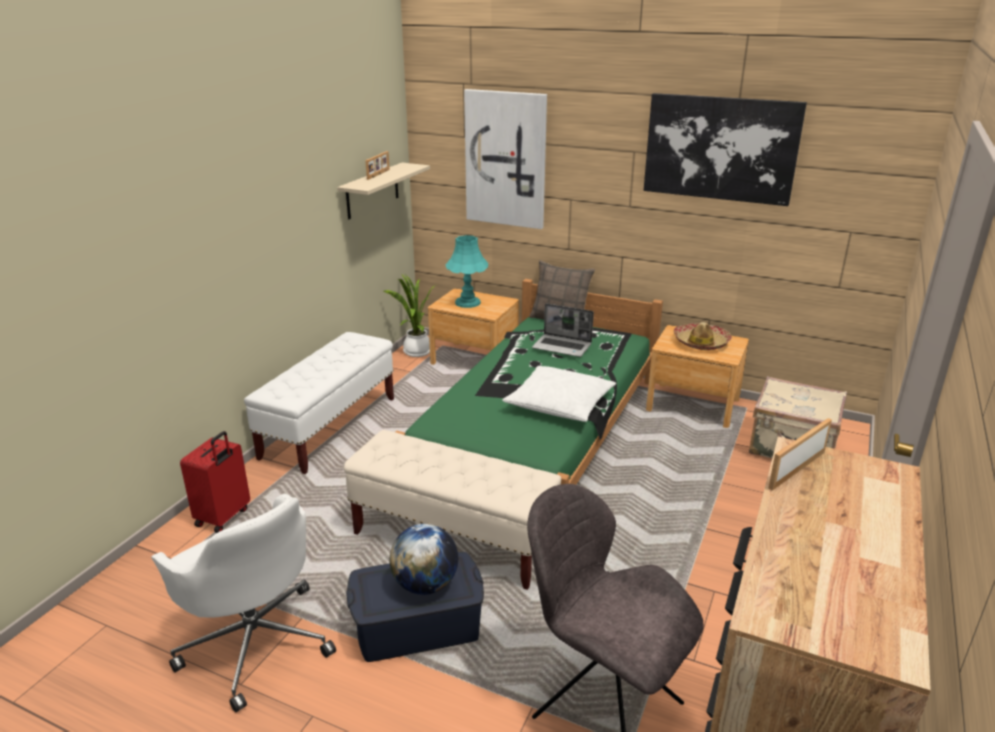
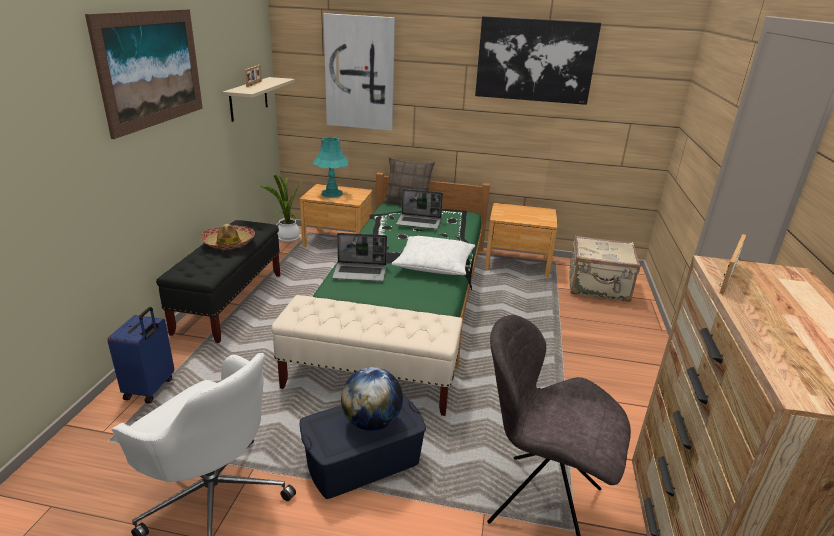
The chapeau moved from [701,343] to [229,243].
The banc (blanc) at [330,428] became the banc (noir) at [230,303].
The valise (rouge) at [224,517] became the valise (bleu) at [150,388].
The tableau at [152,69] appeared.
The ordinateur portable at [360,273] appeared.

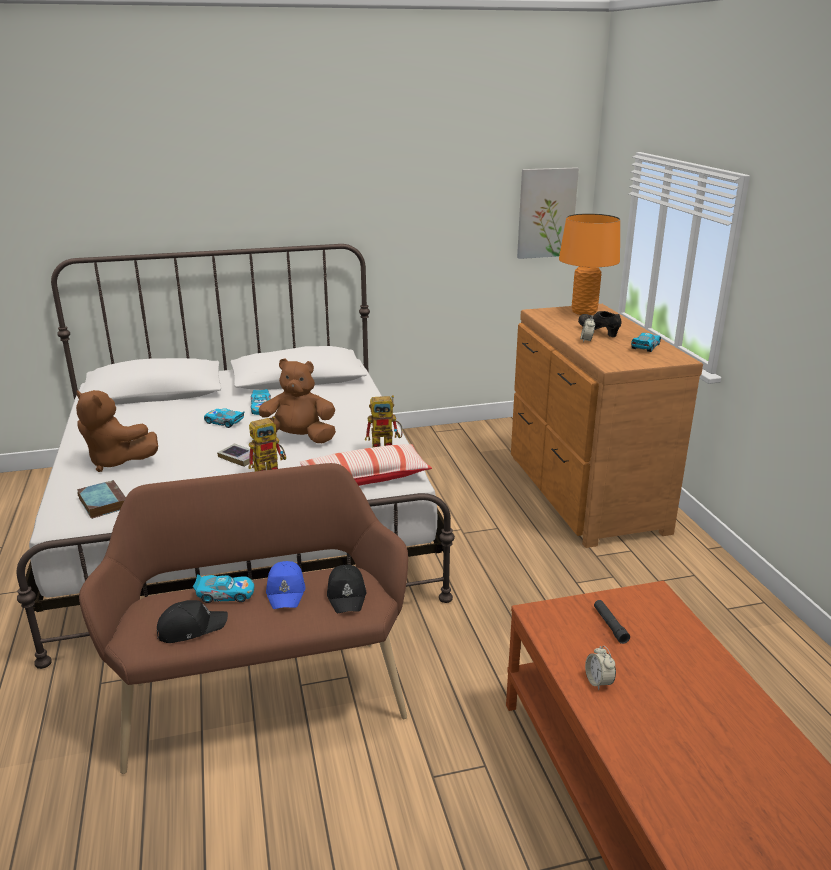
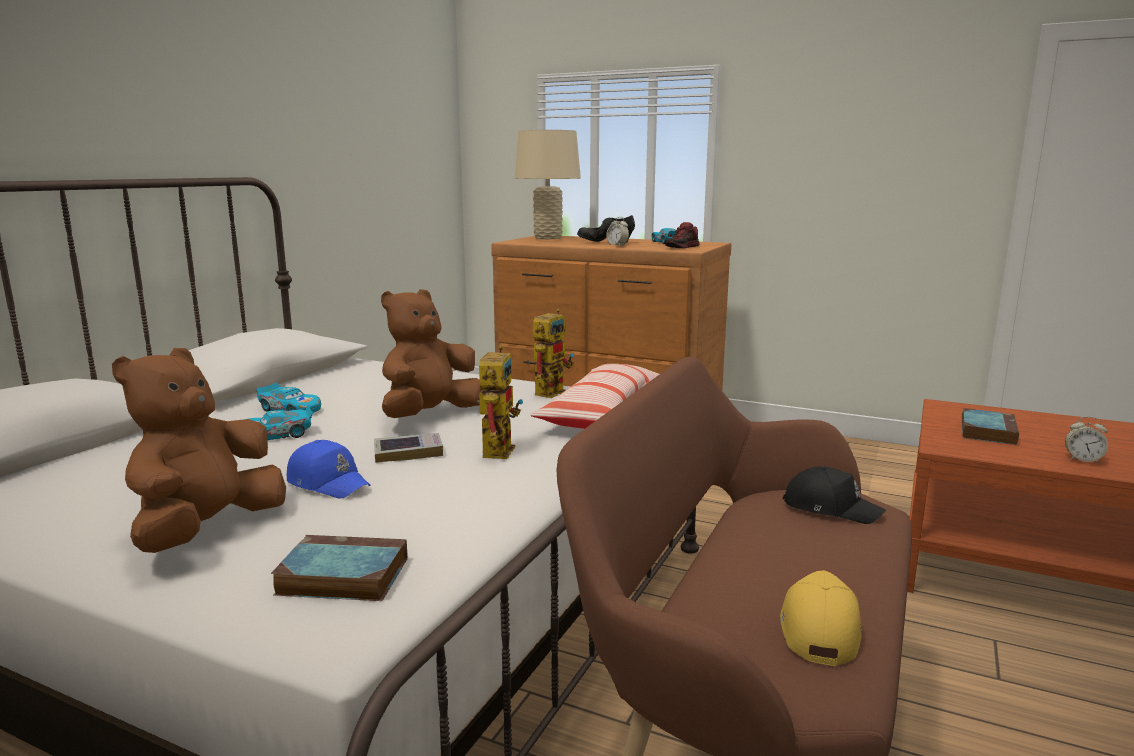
The tableau at [546,213] disappeared.
The lampe de table (orange) at [584,312] became the lampe de table (beige) at [548,238].
The peluche (marron) at [116,461] turned 135 degrees clockwise.
The casquette (bleu) moved from [286,591] to [328,483].
The petite voiture at [225,594] disappeared.
The casquette (noir) at [191,628] became the casquette (jaune) at [818,629].
The lampe de poche (noir) at [610,625] was replaced by the livre at [987,431].
The chaussure at [682,247] appeared.

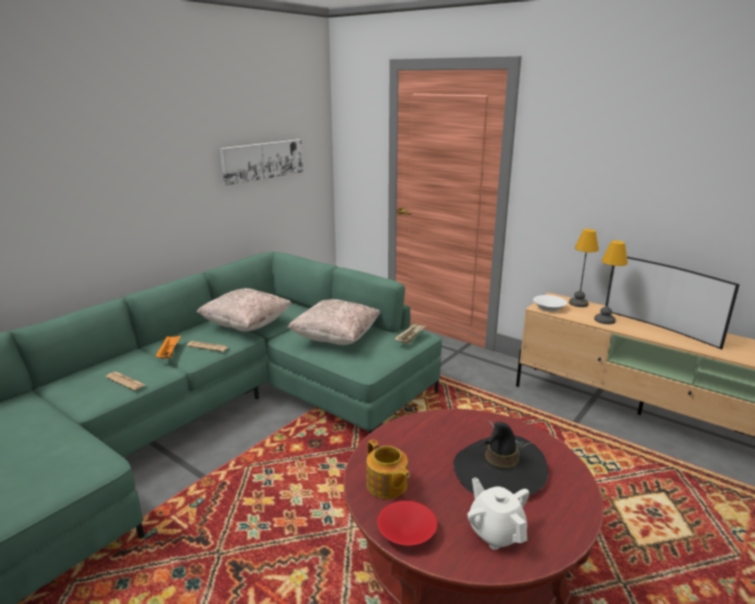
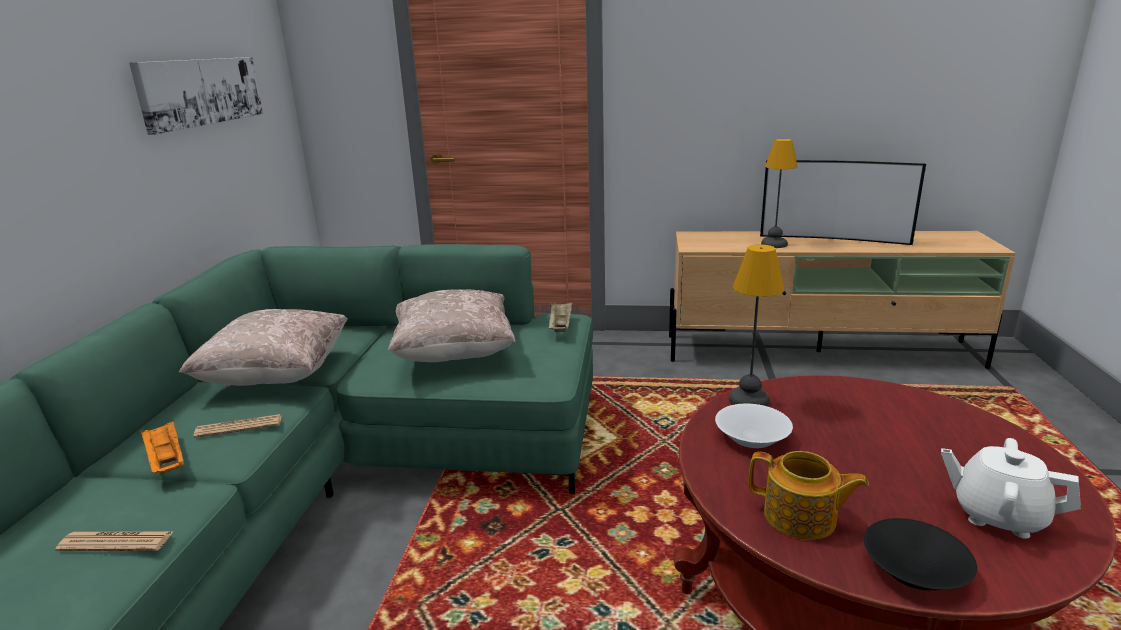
The lampe de table moved from [578,303] to [750,401].
The bol (blanc) moved from [549,307] to [752,436].
The chapeau (noir) at [499,471] disappeared.
The bol (rouge) at [407,532] became the bol (noir) at [916,569].

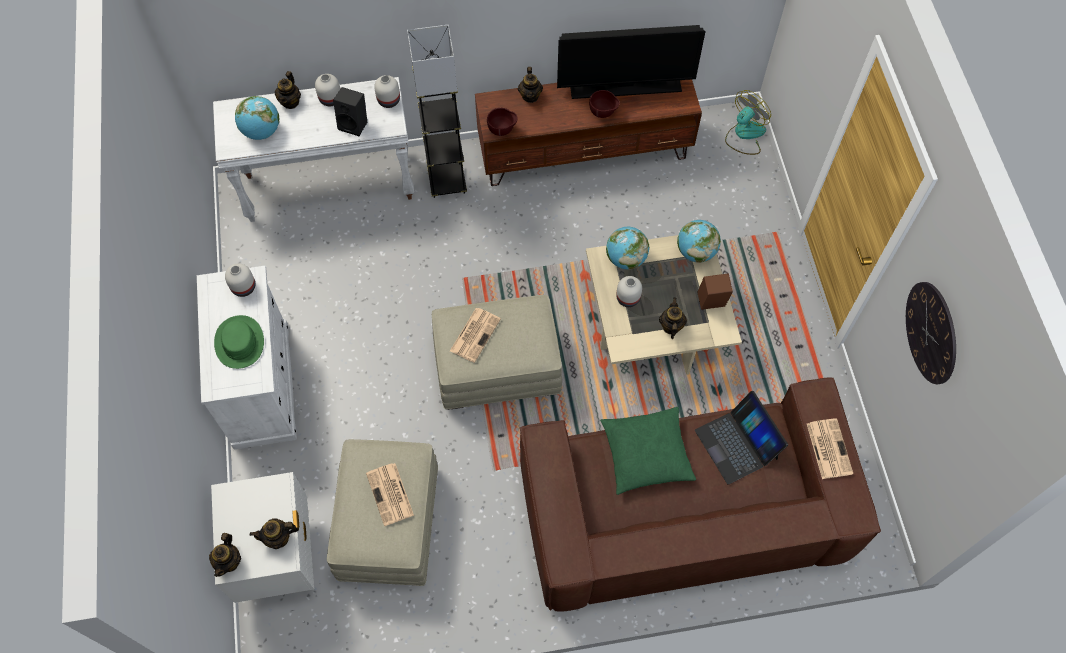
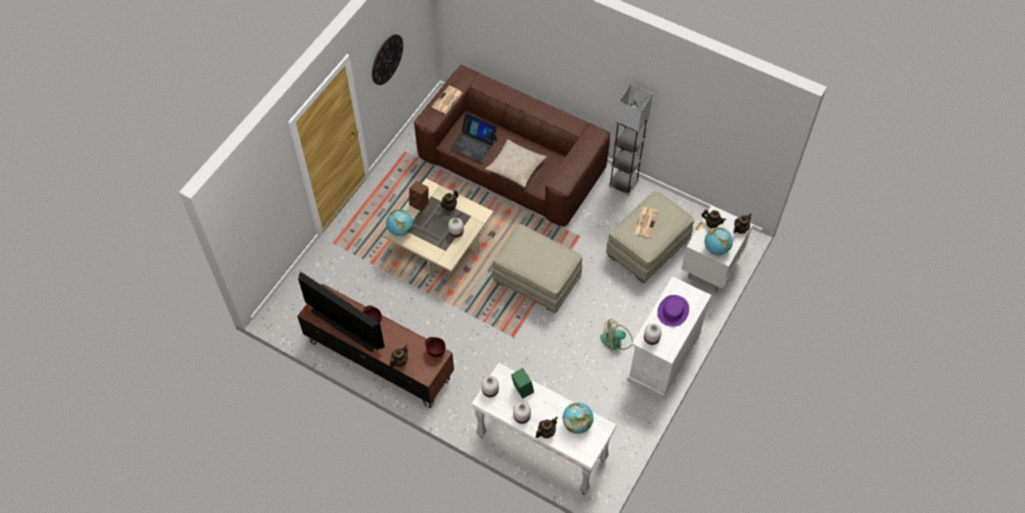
The lampadaire (gris) moved from [447,182] to [623,183].
The enceinte (noir) at [354,124] became the enceinte (vert) at [521,389].
The ventilateur moved from [744,134] to [616,341].
The globe moved from [625,258] to [716,249].
The journal at [475,334] disappeared.
The chapeau (vert) at [239,342] became the chapeau (violet) at [673,311].
The ordinateur portable at [737,444] turned 105 degrees clockwise.
The coussin (vert) at [646,454] became the coussin (beige) at [515,167].

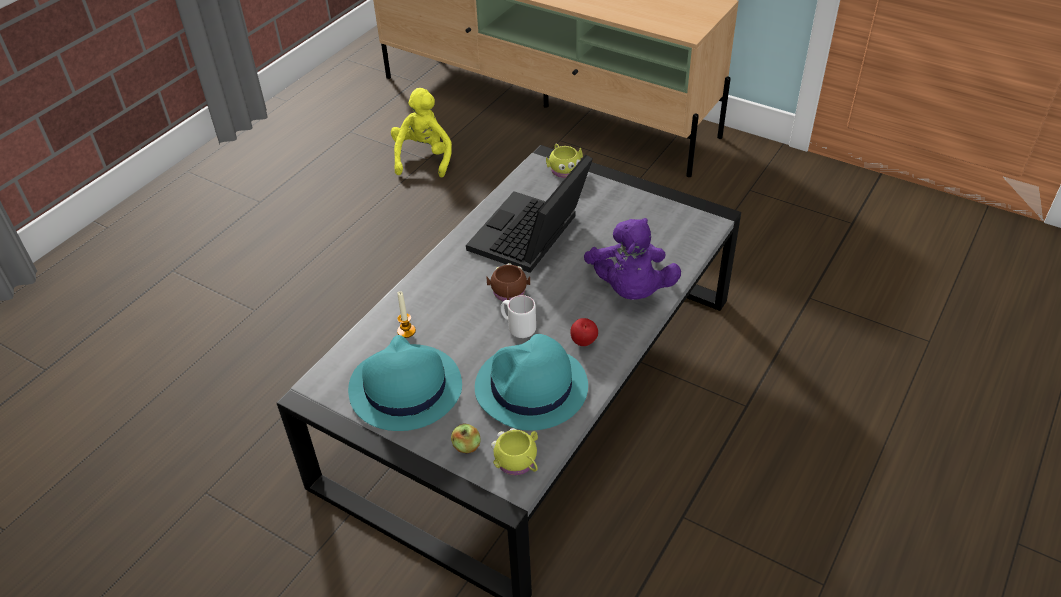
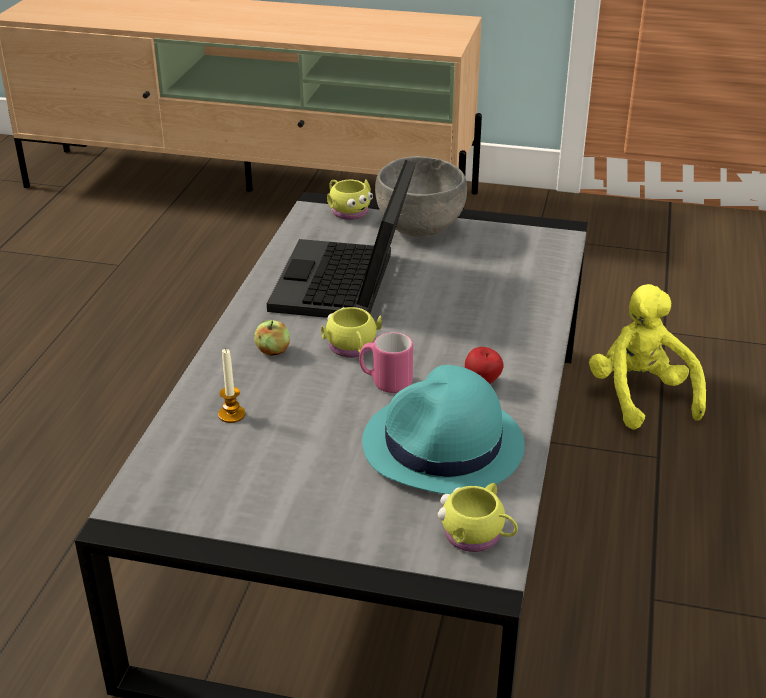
The peluche (jaune) moved from [423,158] to [640,396].
The peluche (violet) at [630,289] disappeared.
The mug (marron) at [509,294] became the mug (jaune) at [352,349].
The mug (blanc) at [518,327] became the mug (rose) at [385,382].
The chapeau (turquoise) at [404,388] disappeared.
The pomme moved from [466,446] to [272,351].
The bol (gris) at [419,229] appeared.

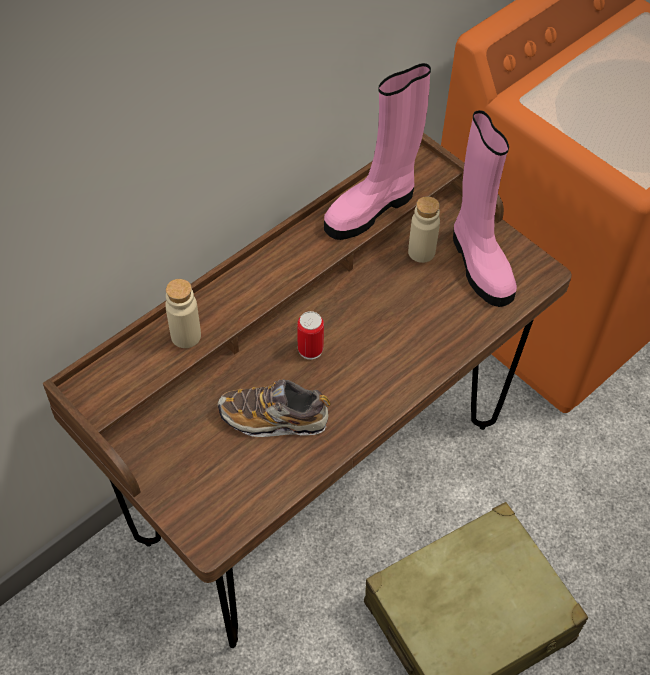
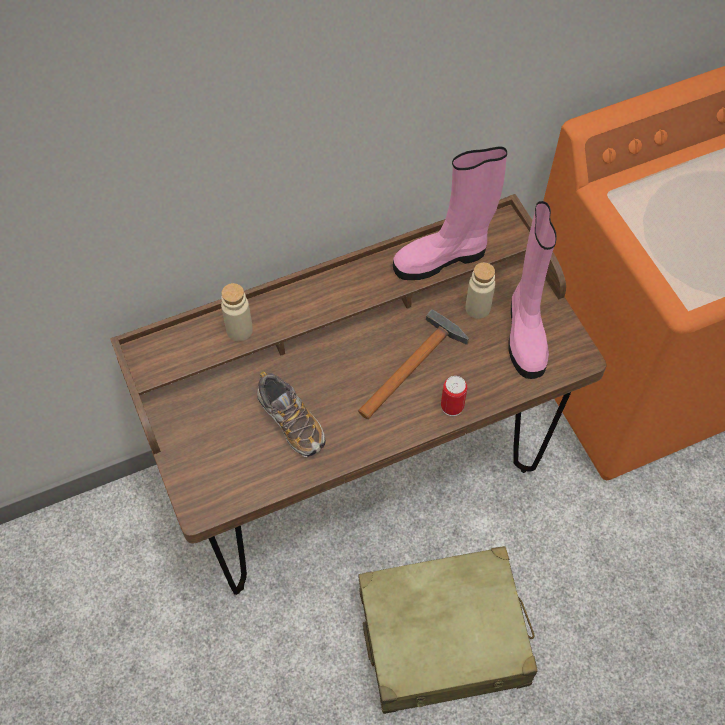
The boîte métallique moved from [310,349] to [452,406].
The chaussure at [274,418] turned 150 degrees counterclockwise.
The marteau at [413,365] appeared.

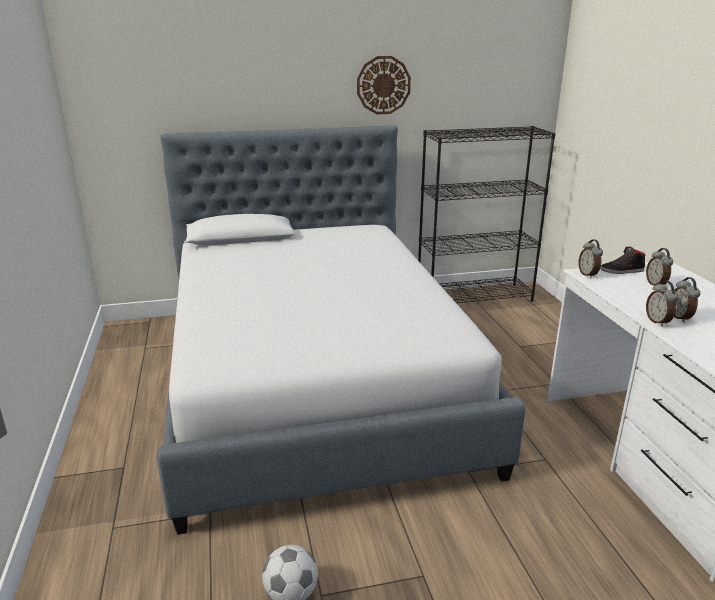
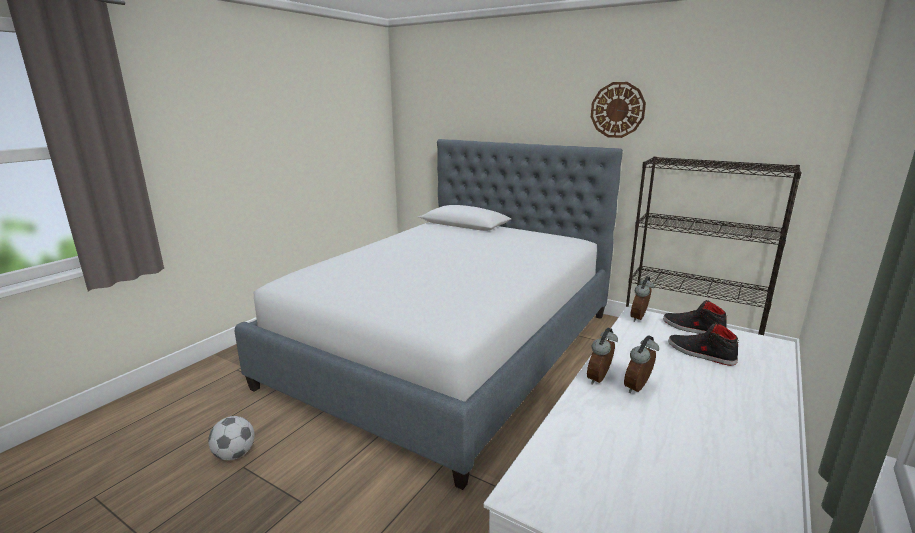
The réveil at [656,284] was replaced by the chaussure (noir) at [700,353].

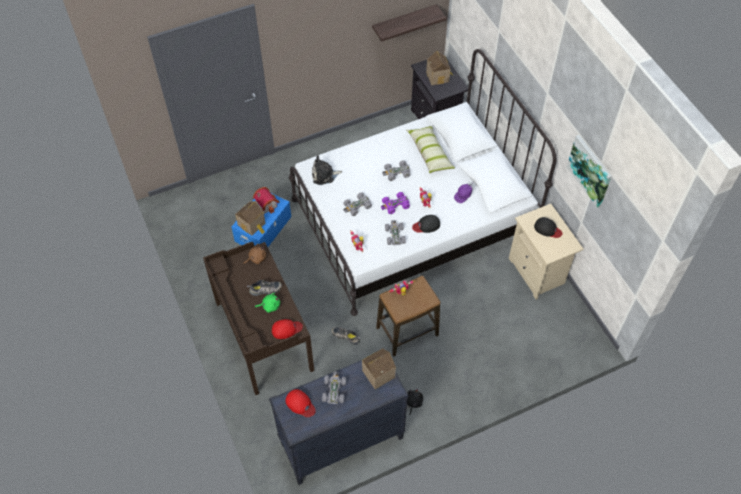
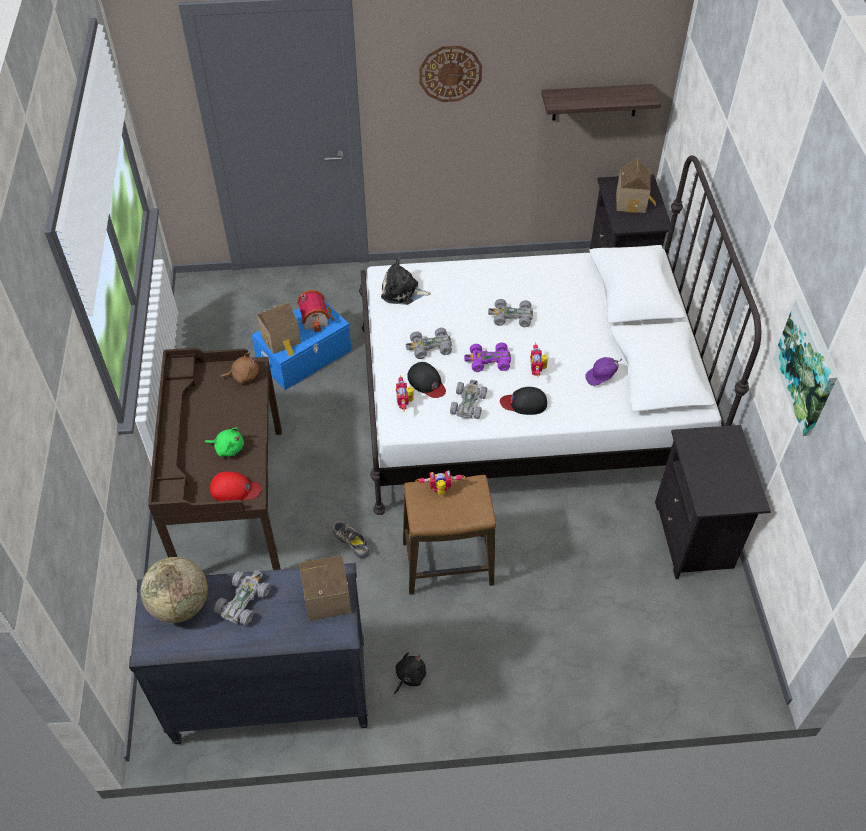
The coussin at [430,153] disappeared.
The table de chevet (beige) at [538,272] became the table de chevet (noir) at [695,538].
The casquette (noir) moved from [547,229] to [426,382].
The chaussure at [265,290] disappeared.
The casquette (rouge) at [300,404] was replaced by the globe at [180,605].
The horloge murale at [450,73] appeared.

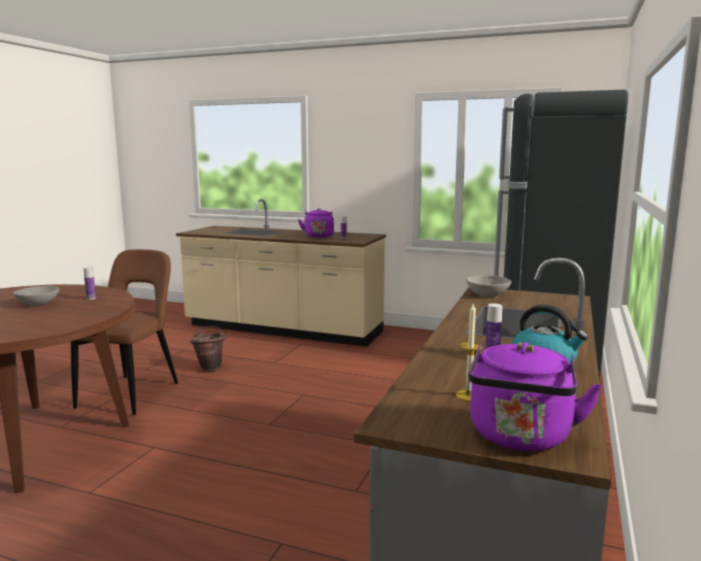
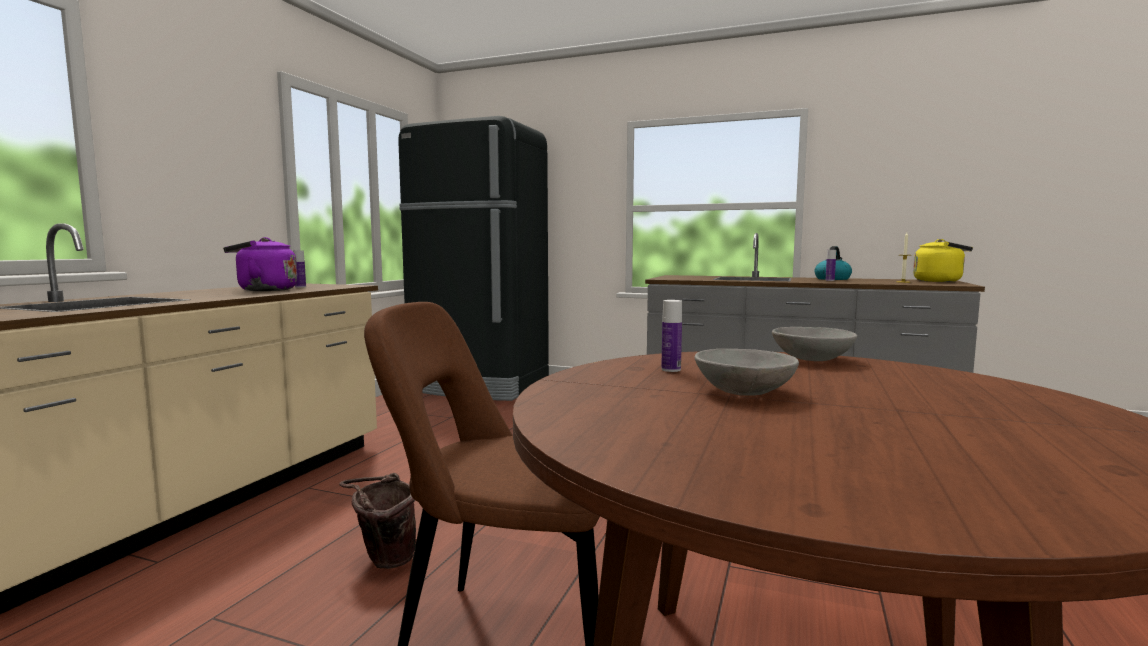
The bol (gris) moved from [487,295] to [811,359].
The bouilloire (violet) at [520,438] became the bouilloire (jaune) at [940,281].

